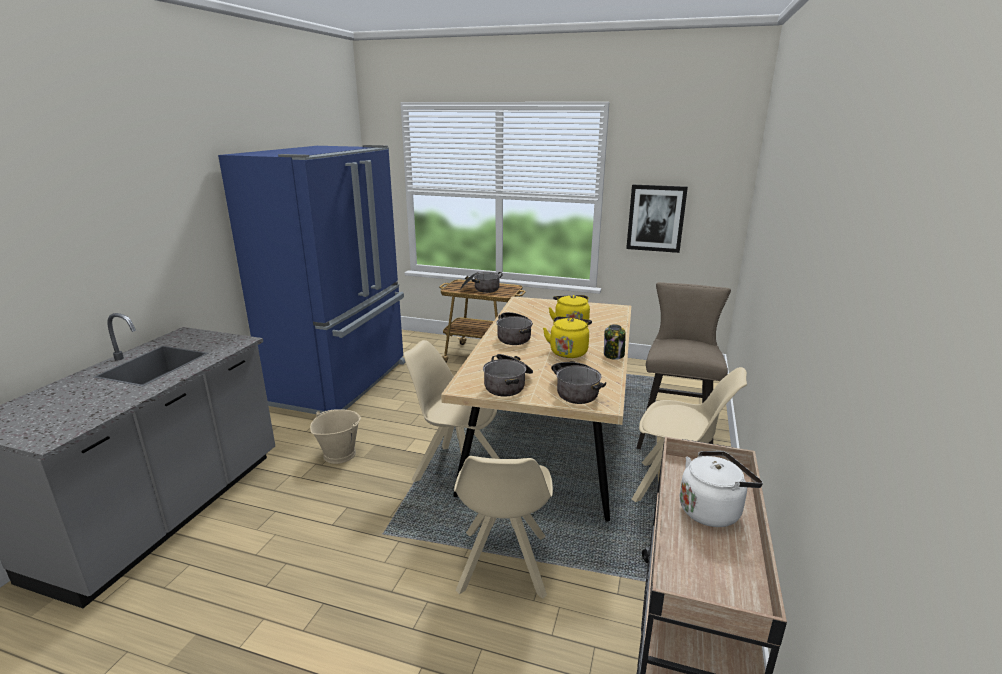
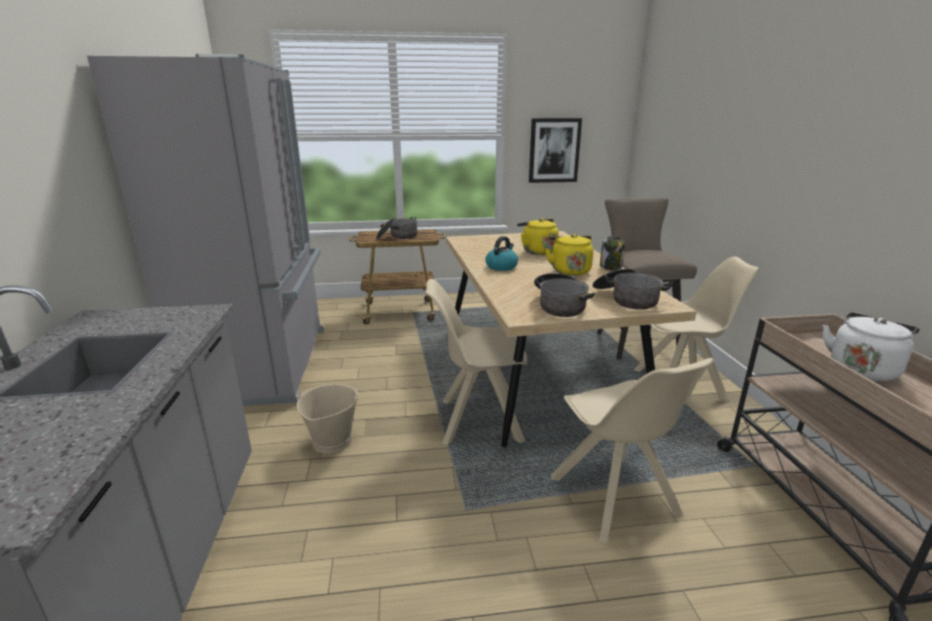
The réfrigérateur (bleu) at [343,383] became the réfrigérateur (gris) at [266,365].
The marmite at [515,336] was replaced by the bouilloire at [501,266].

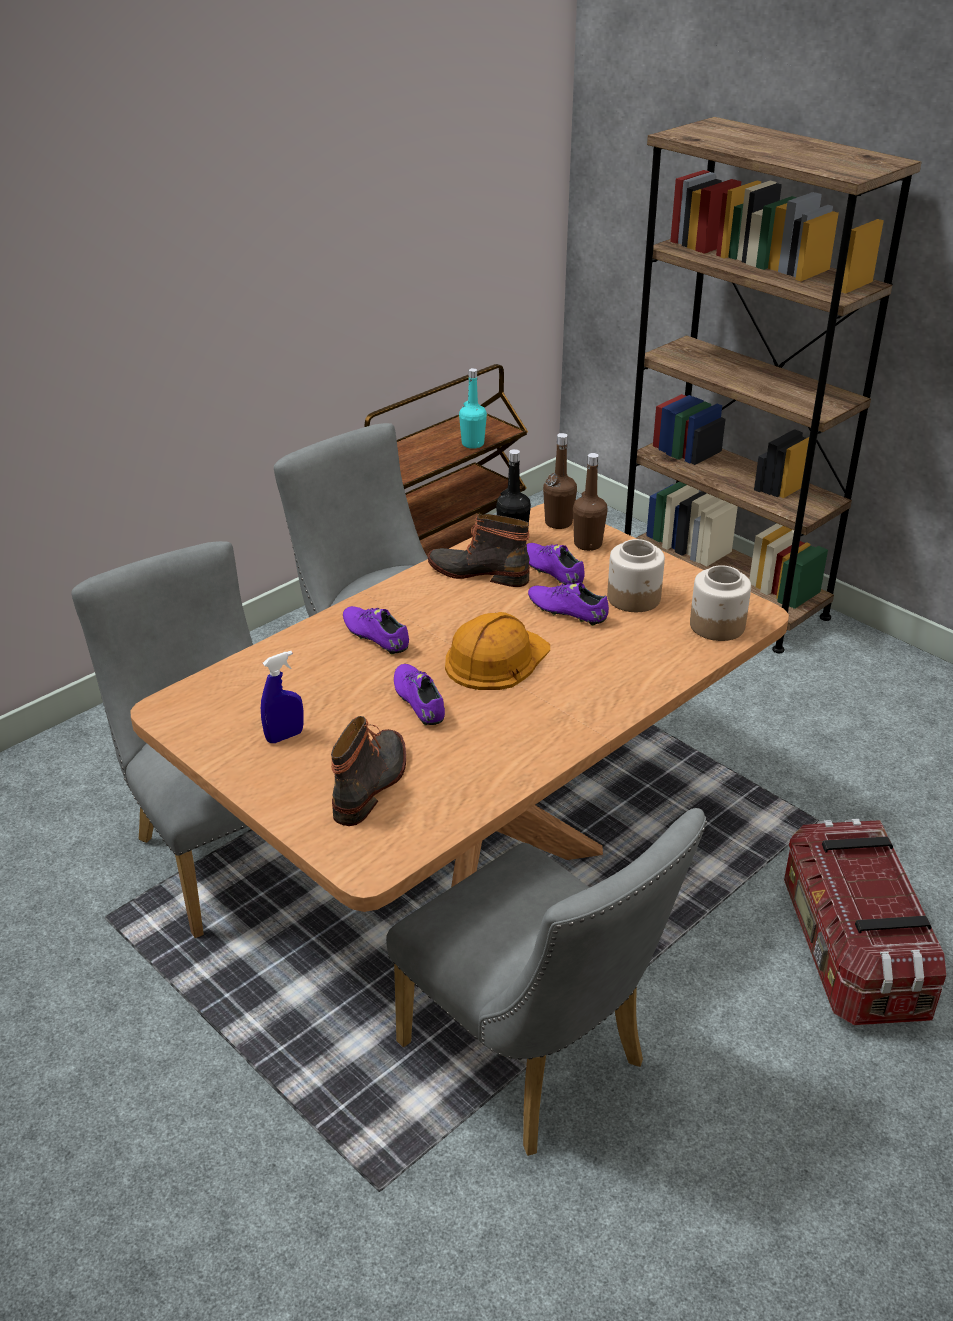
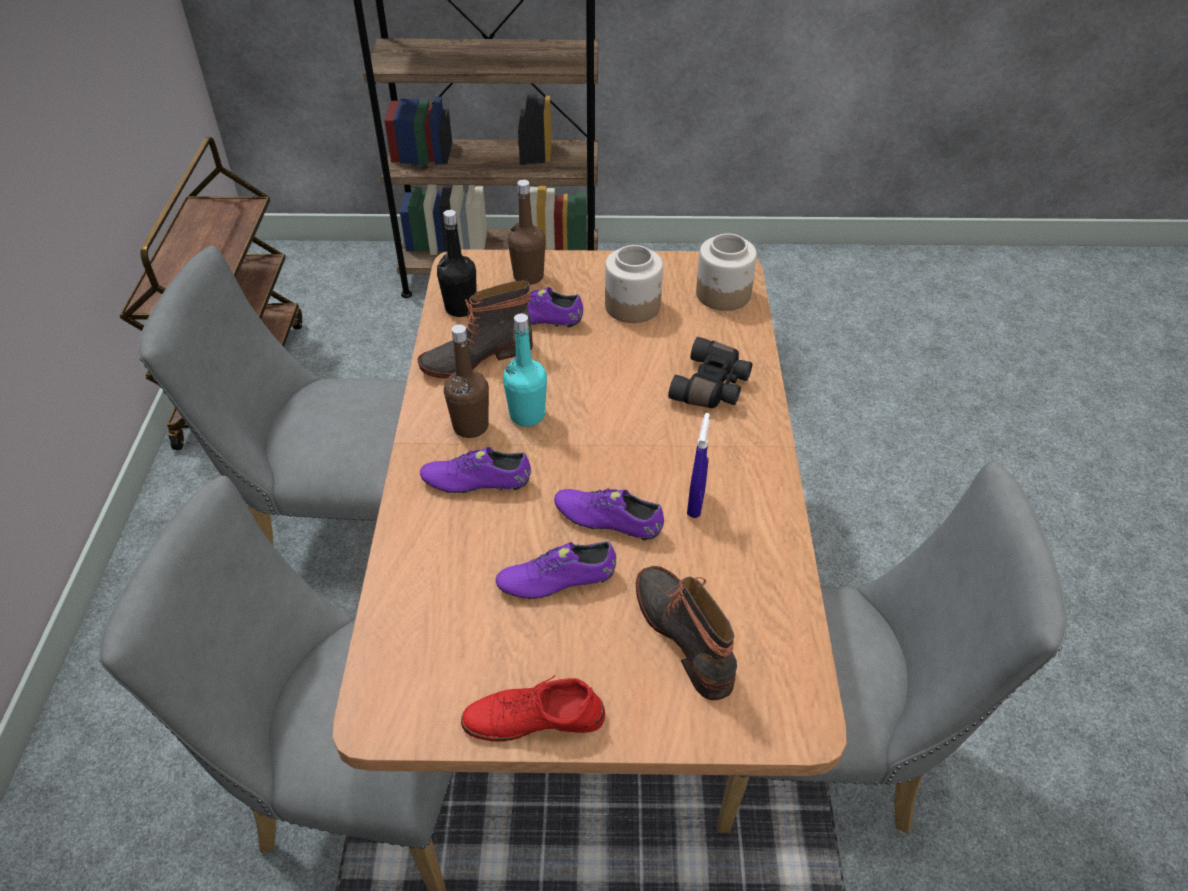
The bouteille (turquoise) moved from [472,444] to [527,415].
The bouteille (marron) moved from [558,523] to [470,426].
The chaussure (violet) moved from [567,612] to [556,581].
The casque de chantier (orange) at [496,659] disappeared.
The vaporisateur (bleu) moved from [284,736] to [695,503].
The boîte de rangement at [850,951] disappeared.
The jumelles (noir) at [712,387] appeared.
The chaussure (rouge) at [533,719] appeared.

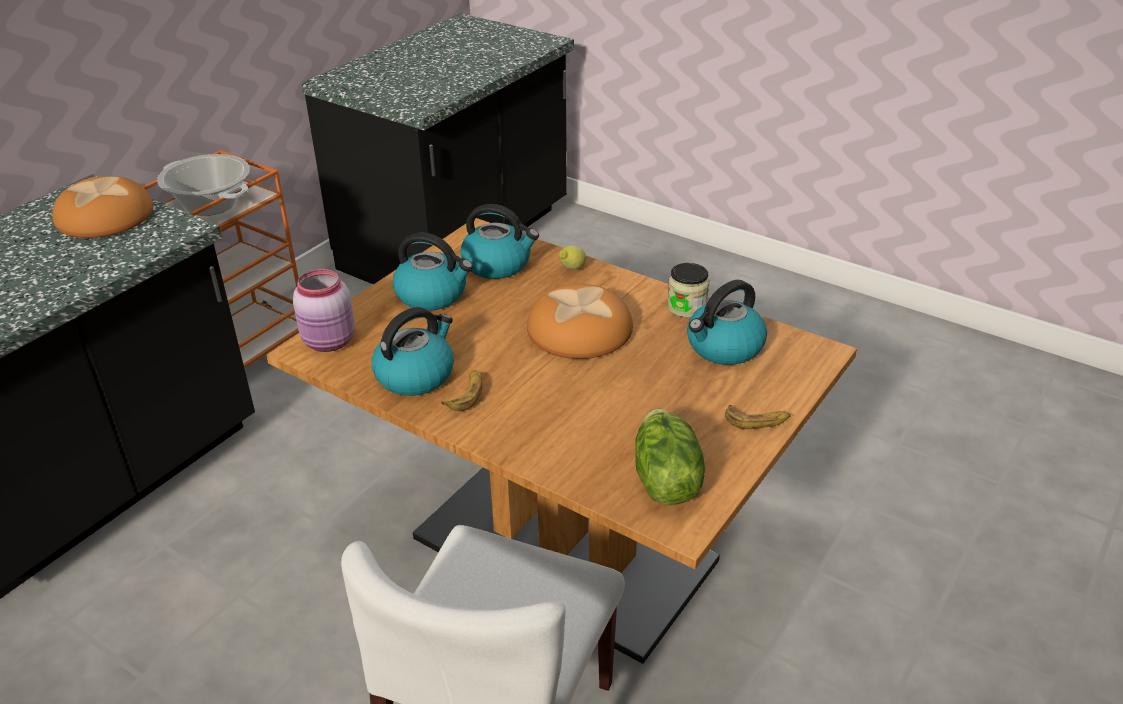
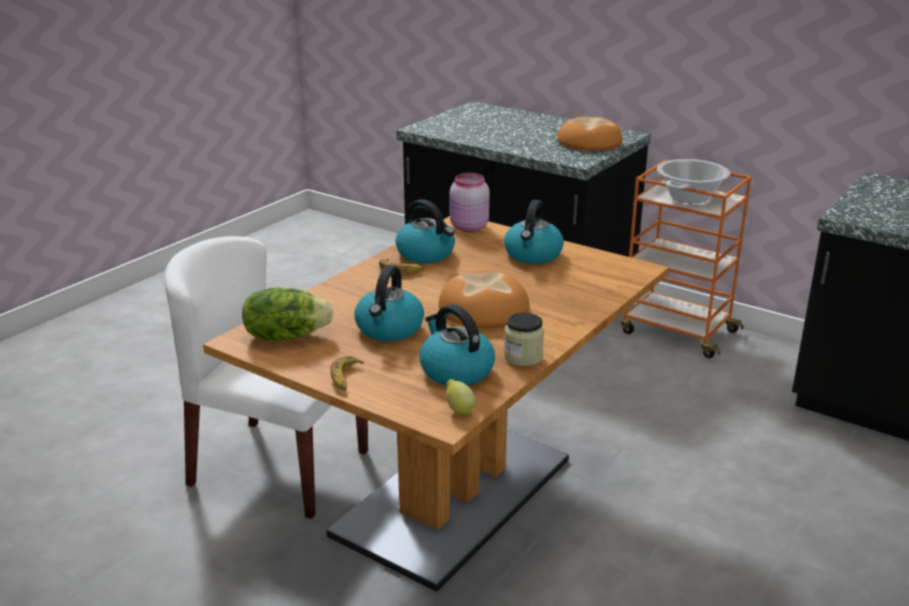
The bouilloire moved from [498,264] to [389,329].
The citron moved from [571,269] to [459,410].

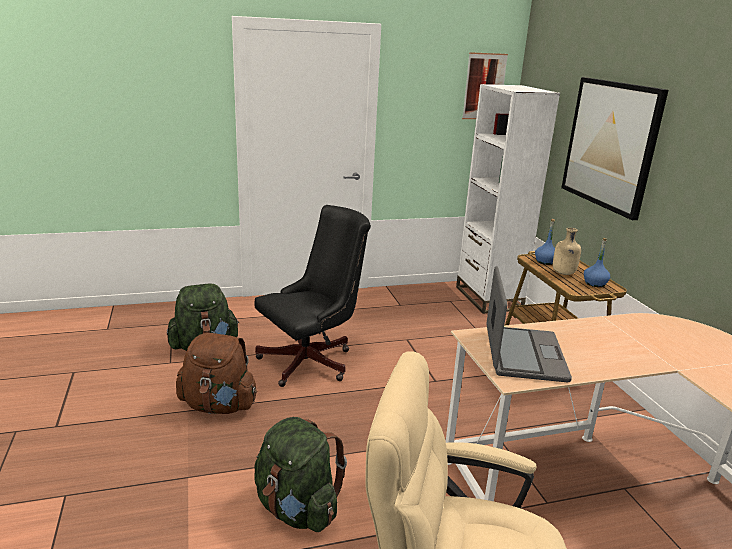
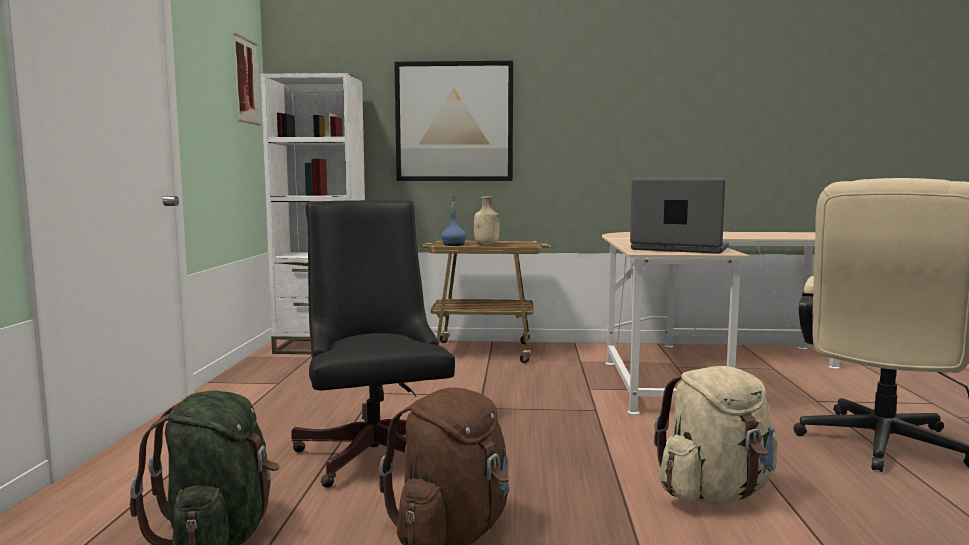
The bouteille (bleu) at [595,283] disappeared.
The sac à dos (vert) at [297,509] became the sac à dos (beige) at [715,493].

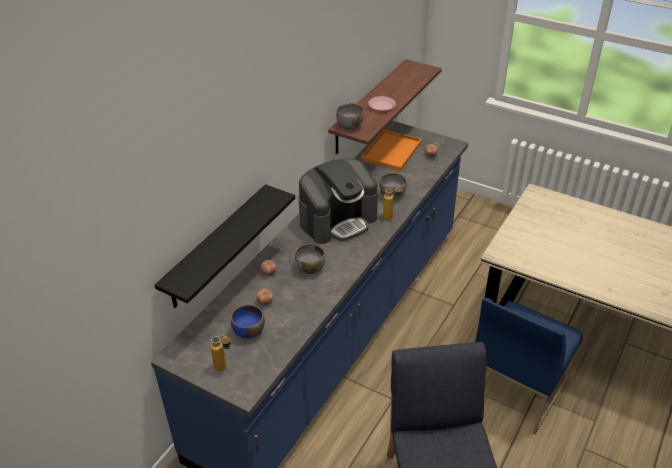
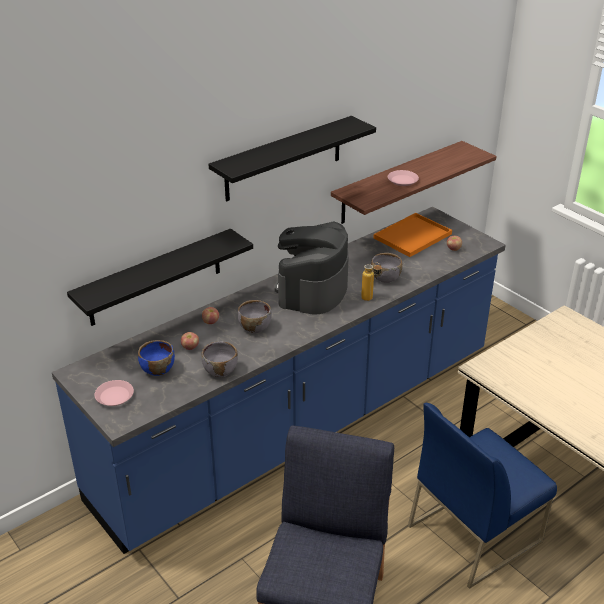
The bol (gris) moved from [350,125] to [220,370].
The machine à café at [338,220] turned 120 degrees clockwise.
The bouteille at [225,368] was replaced by the assiette (rose) at [114,396].
The étagère (noir) at [283,159] appeared.

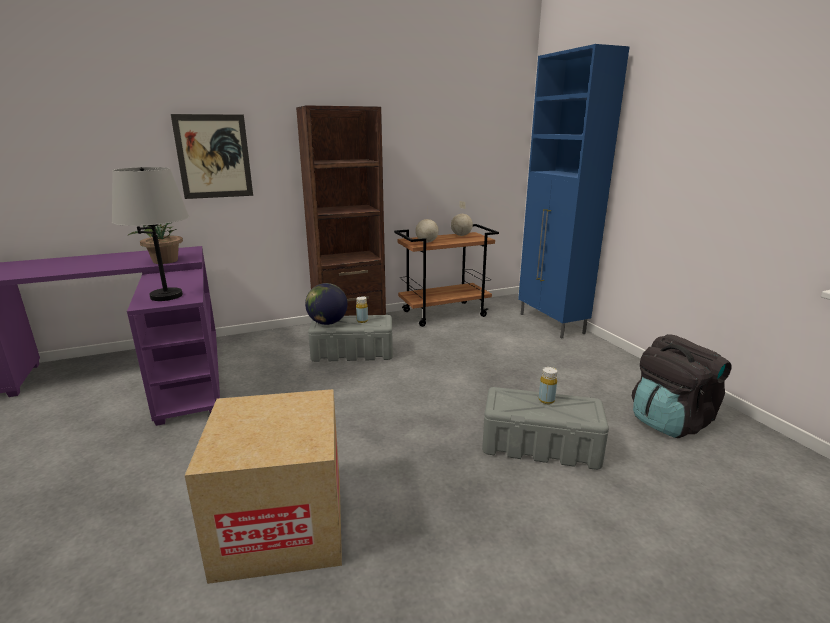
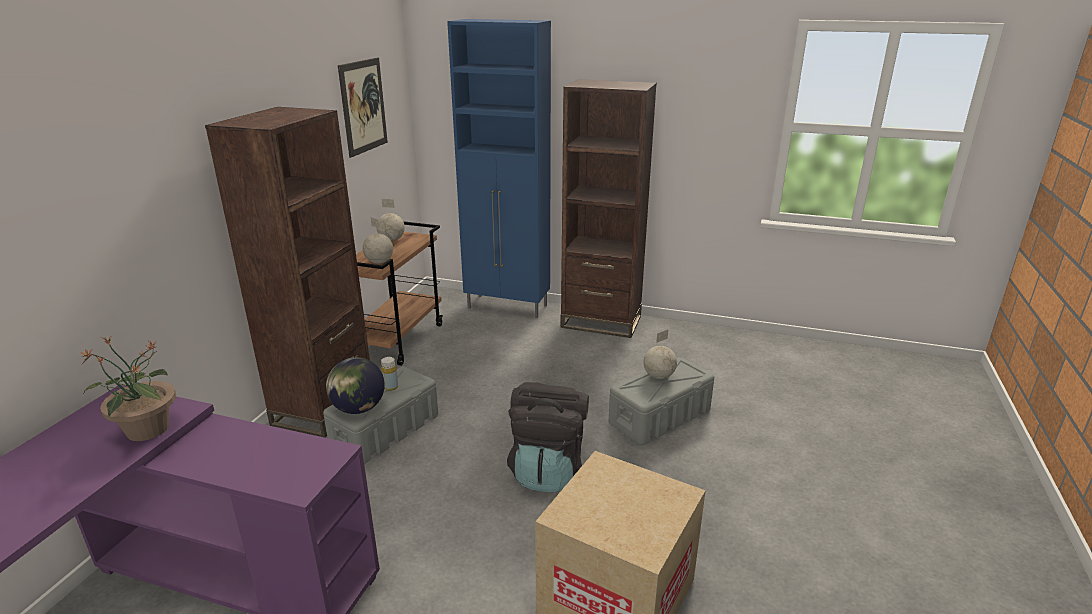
The tableau moved from [214,156] to [363,106].
The lampe de table (gris) at [167,296] disappeared.
The sac à dos (noir) moved from [670,421] to [548,470].
The bouteille (jaune) at [546,400] was replaced by the globe at [658,376].
The bibliothèque (marron) at [601,322] appeared.

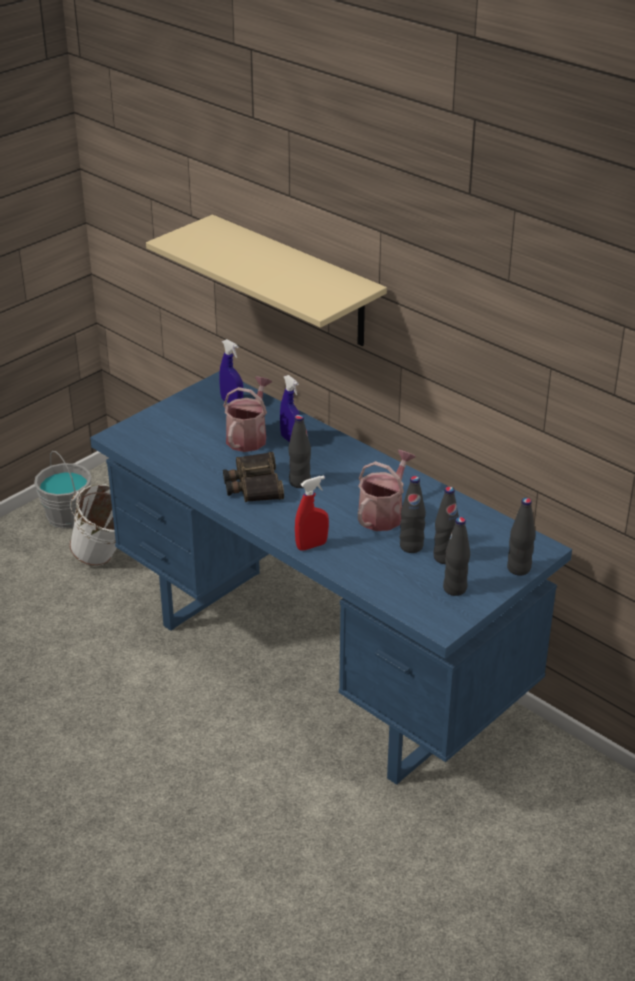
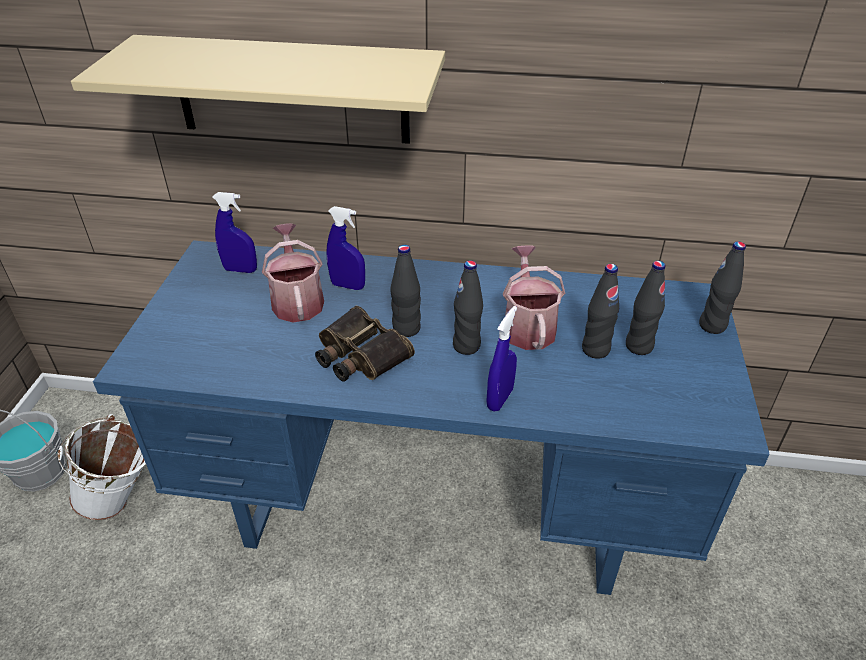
The vaporisateur (rouge) at [311,545] became the vaporisateur (bleu) at [500,399].
The bouteille (noir) moved from [455,588] to [466,346].

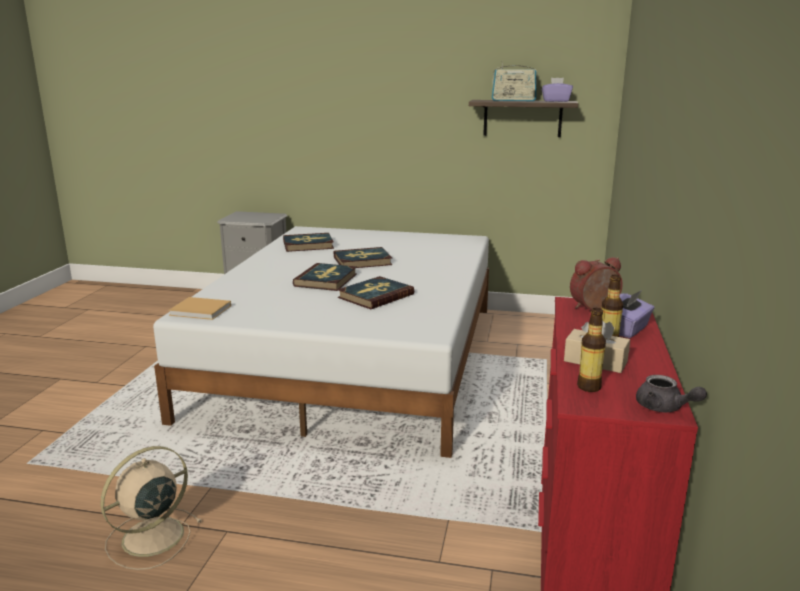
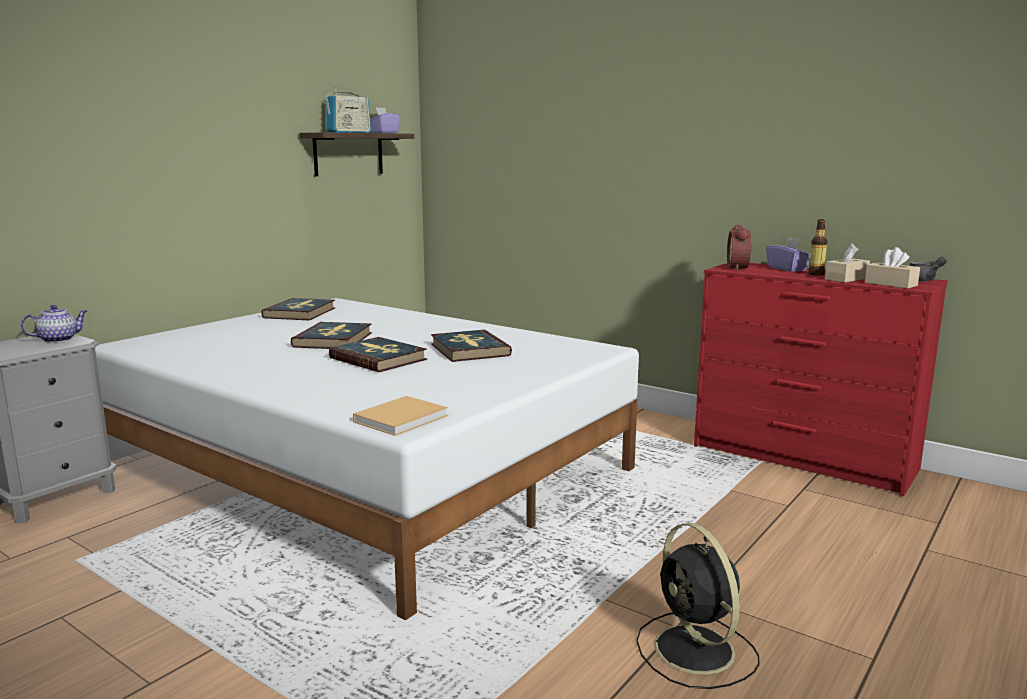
The livre moved from [308,245] to [300,313].
The bouteille at [589,387] was replaced by the boîte à mouchoirs (beige) at [891,284].
The ventilateur (beige) at [150,538] became the ventilateur (noir) at [696,651].
The théière at [59,339] appeared.

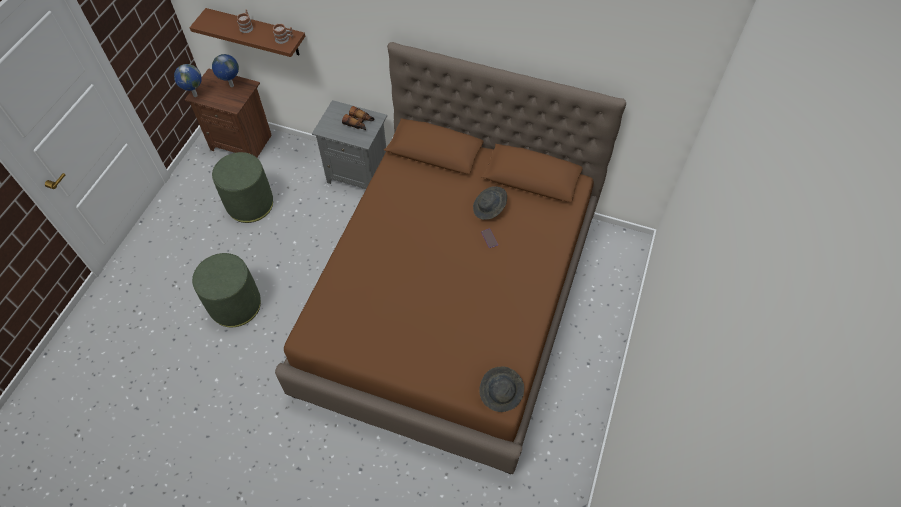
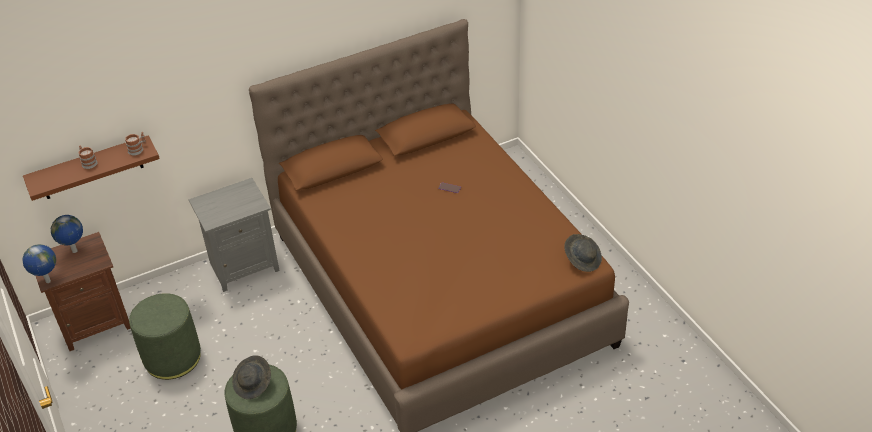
The jumelles at [359,123] disappeared.
The chapeau (gris) moved from [489,208] to [253,384].

